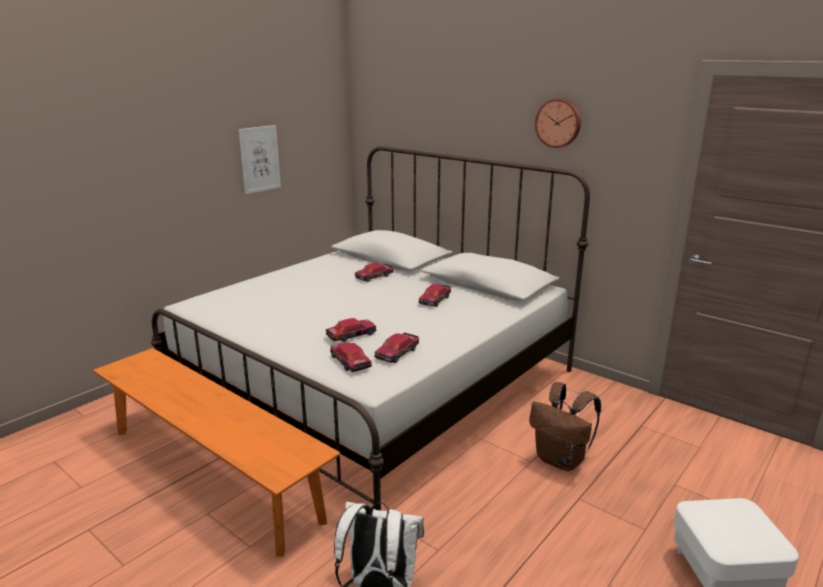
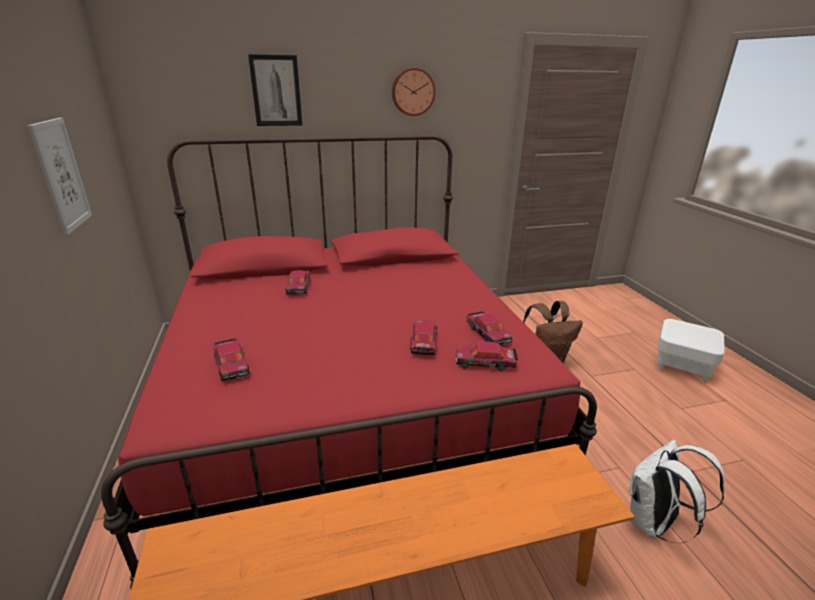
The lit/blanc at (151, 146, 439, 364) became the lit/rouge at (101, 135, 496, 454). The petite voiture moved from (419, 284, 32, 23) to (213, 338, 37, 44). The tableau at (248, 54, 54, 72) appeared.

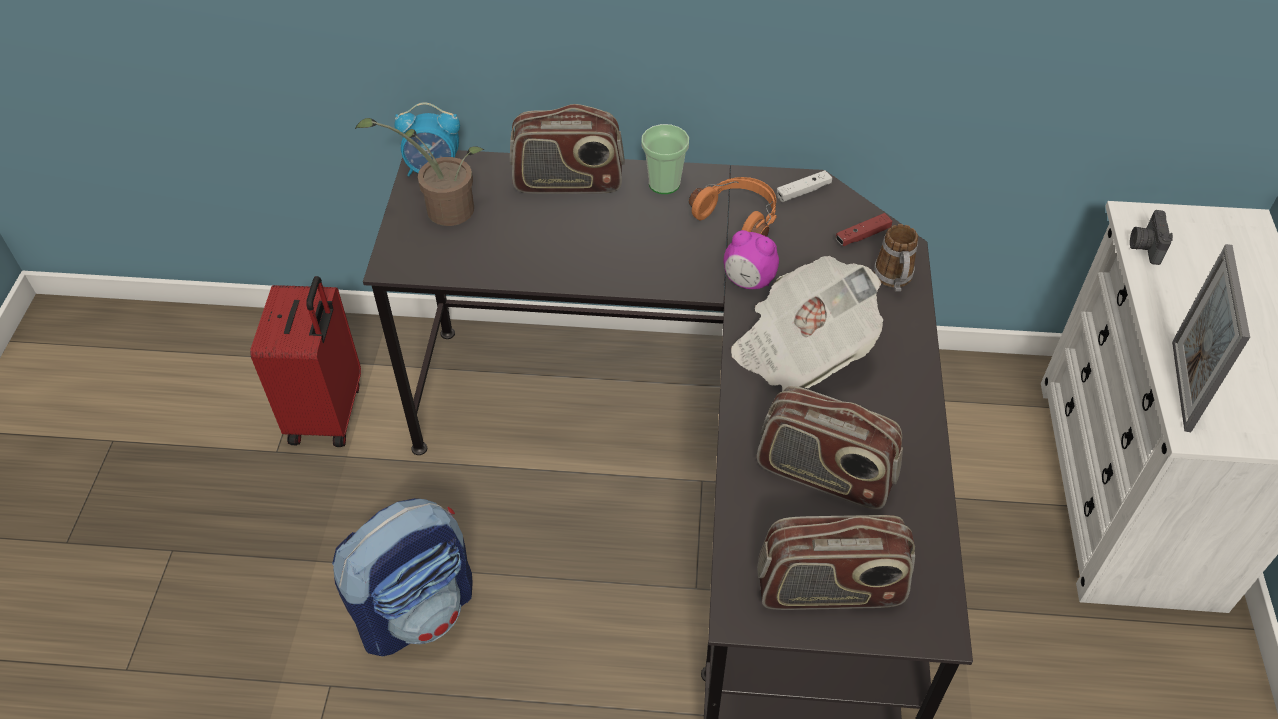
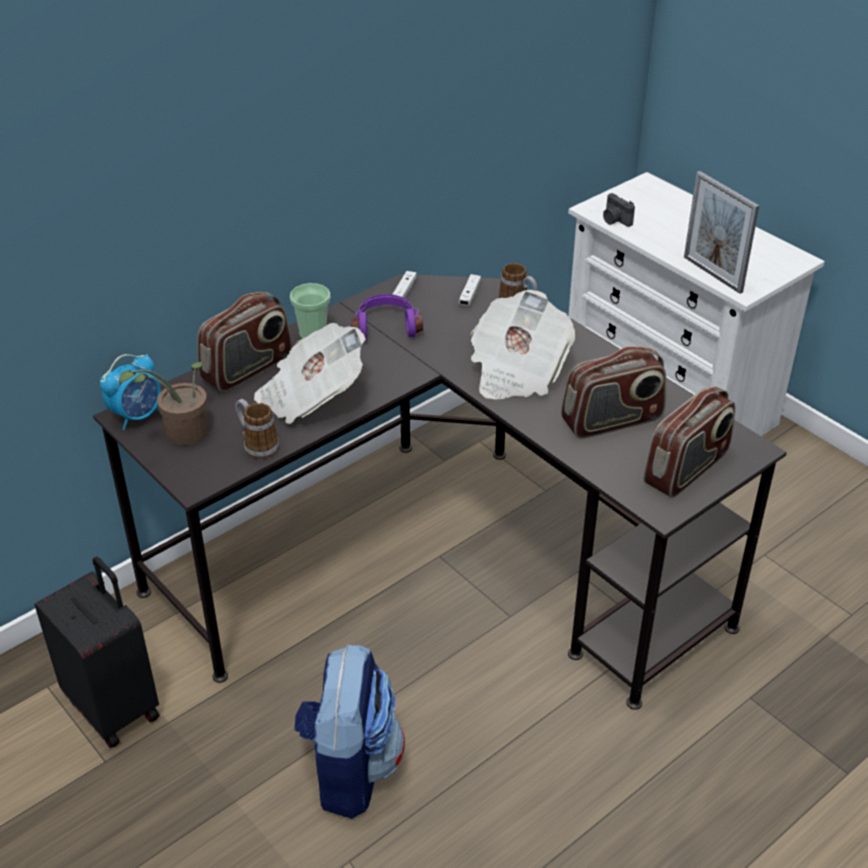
The valise/rouge at (250, 276, 111, 171) became the valise/noir at (35, 557, 124, 191). The casque audio/orange at (689, 177, 88, 60) became the casque audio/violet at (351, 294, 72, 47). The réveil at (723, 230, 56, 59) disappeared. The manette/rouge at (836, 213, 56, 33) became the manette/blanc at (459, 274, 22, 32). The mug at (235, 399, 44, 60) appeared. The journal at (254, 323, 112, 101) appeared.

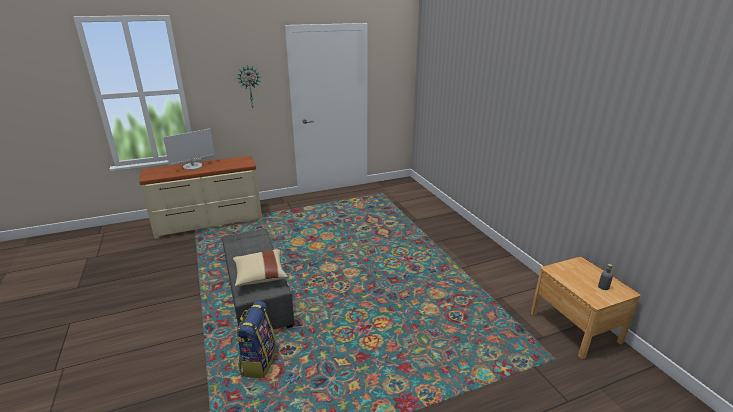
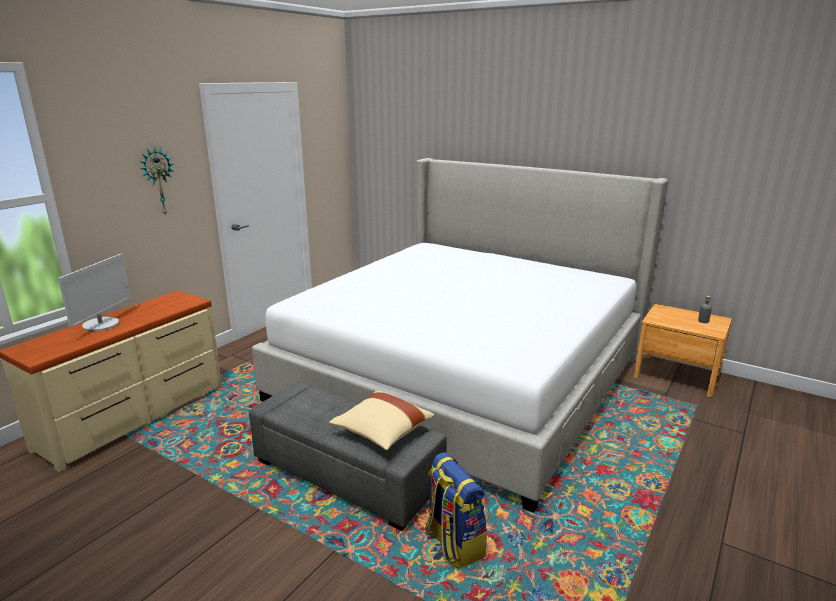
The lit at (252, 158, 416, 355) appeared.

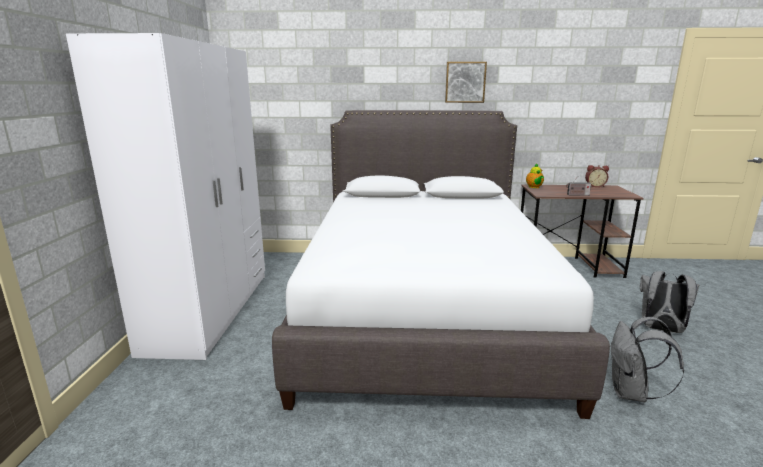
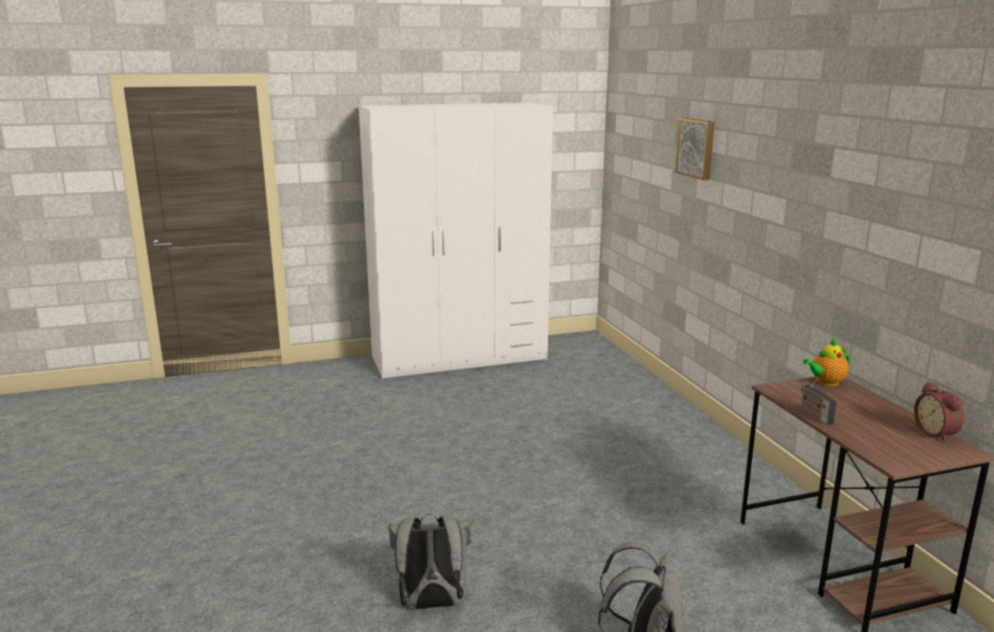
The lit/blanc at (272, 110, 338, 309) disappeared. The tableau moved from (445, 62, 42, 41) to (675, 118, 39, 62).

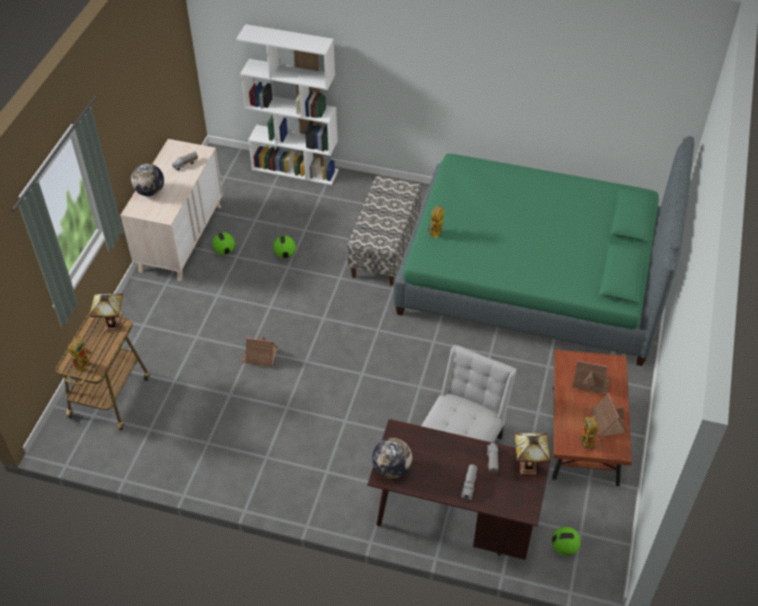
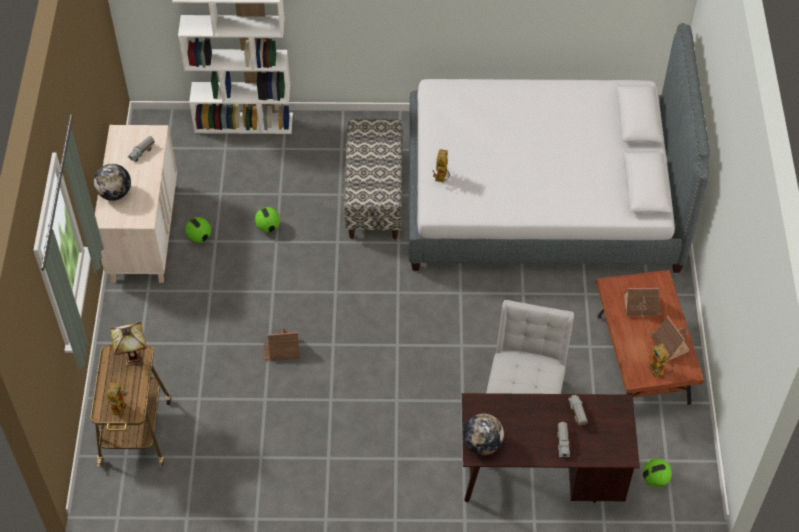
The lit/vert at (394, 136, 300, 230) became the lit/gris at (409, 23, 301, 250). The lampe de table at (514, 433, 36, 42) disappeared.

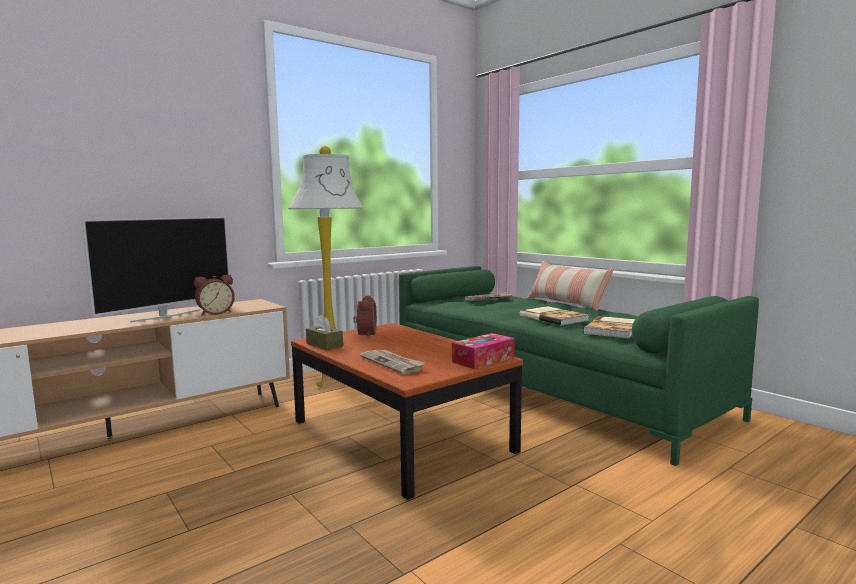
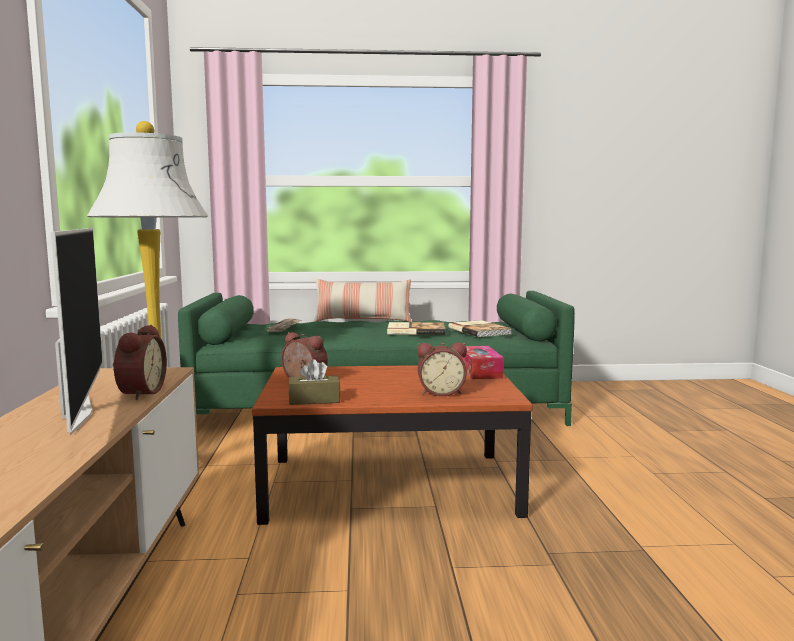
The journal at (360, 349, 65, 25) was replaced by the réveil at (417, 342, 50, 54).

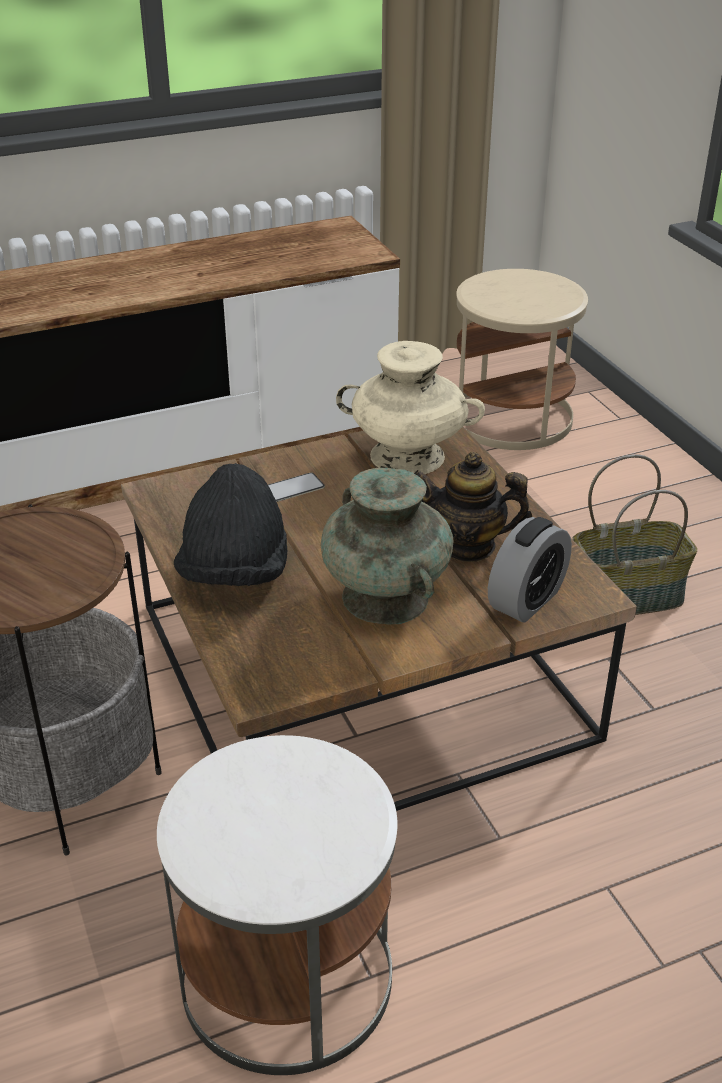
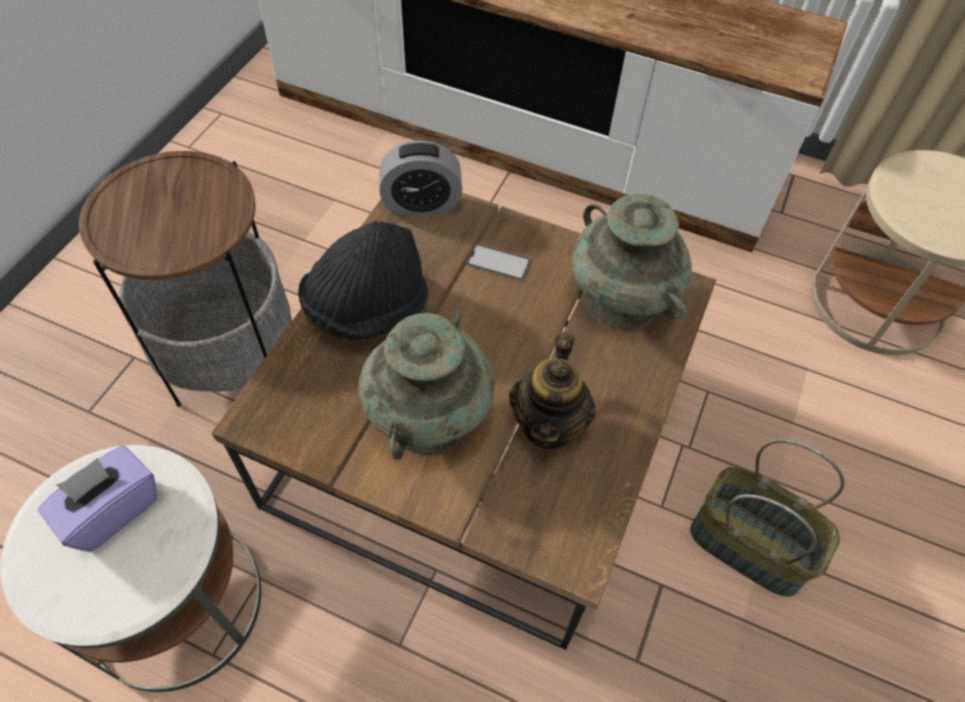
The vase/beige at (336, 341, 149, 133) became the vase/turquoise at (572, 194, 120, 136). The théière at (414, 452, 118, 110) turned 135 degrees counterclockwise. The réveil moved from (488, 517, 84, 106) to (379, 140, 83, 75). The boîte à mouchoirs/violet at (38, 446, 119, 106) appeared.

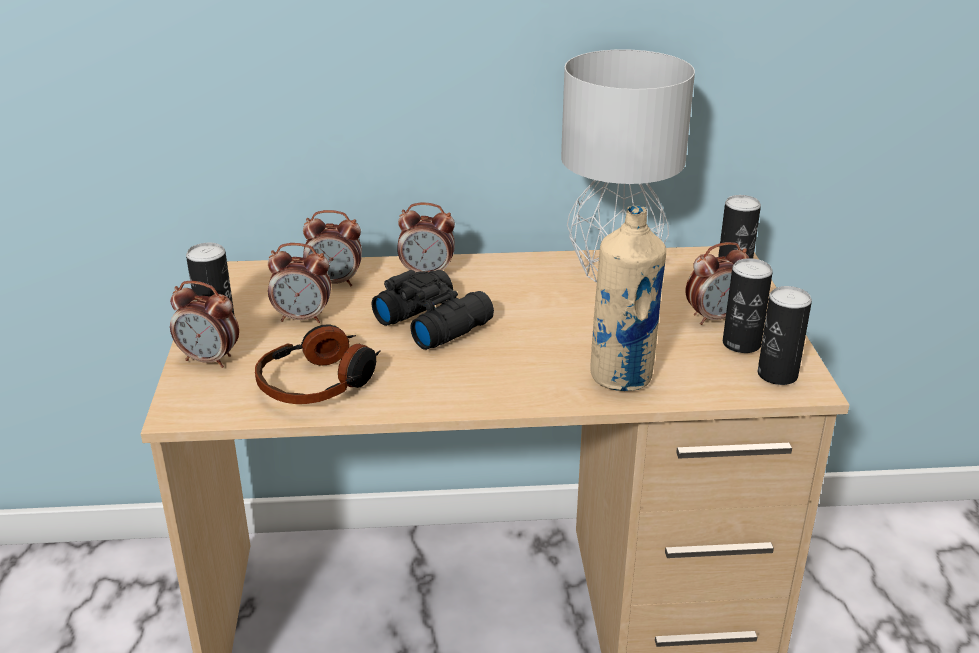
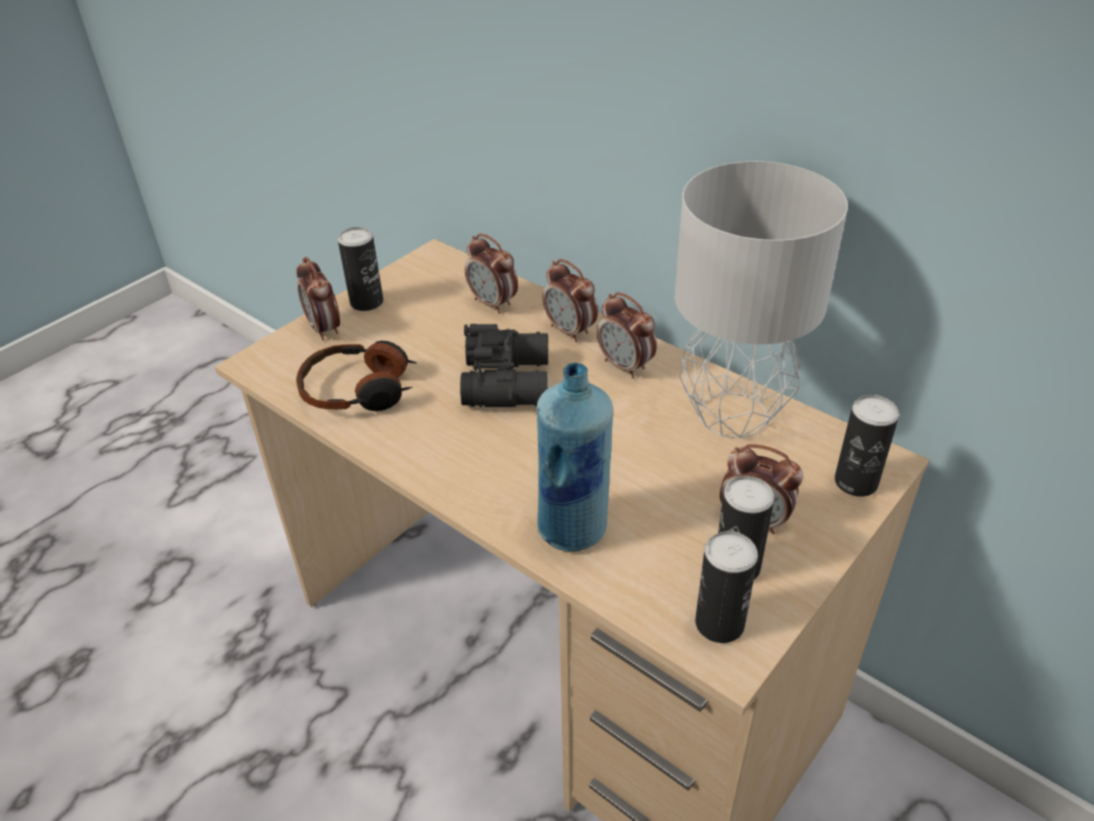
The réveil moved from (268, 243, 63, 80) to (597, 292, 60, 86). The bouteille/beige at (590, 205, 76, 186) became the bouteille/bleu at (537, 362, 76, 189).

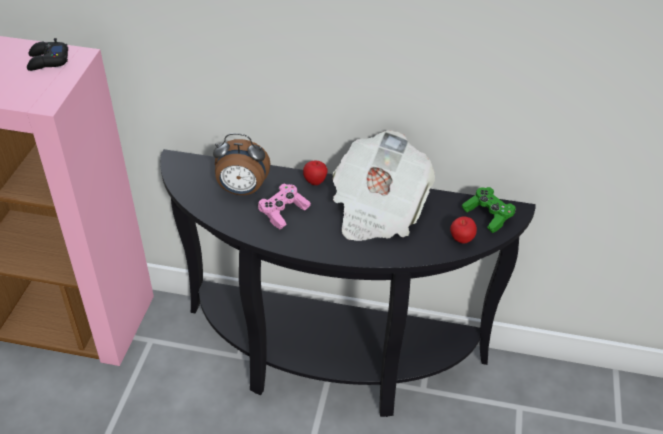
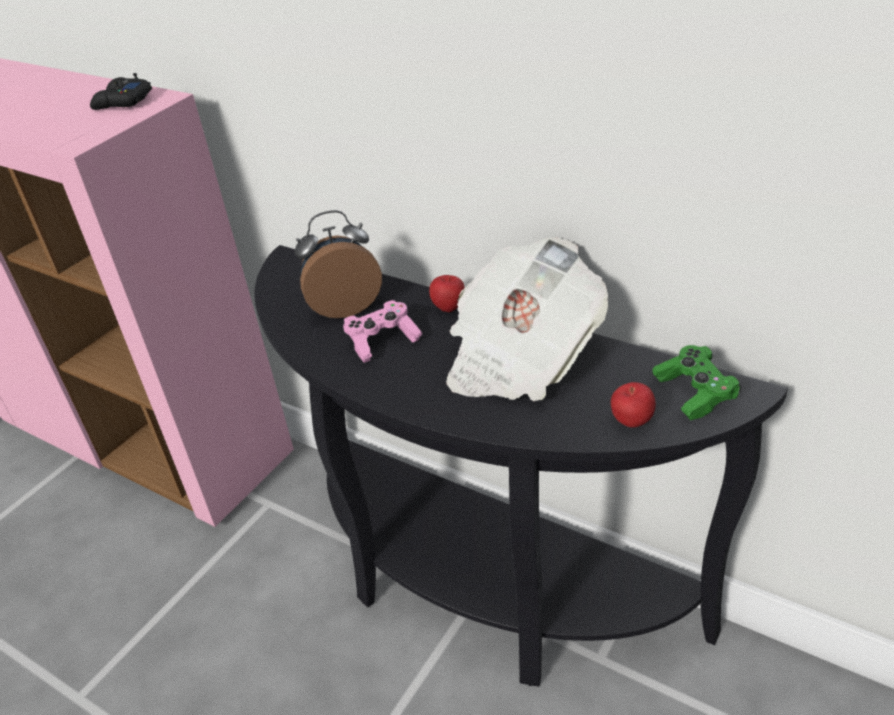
The réveil at (213, 133, 58, 62) turned 135 degrees clockwise.

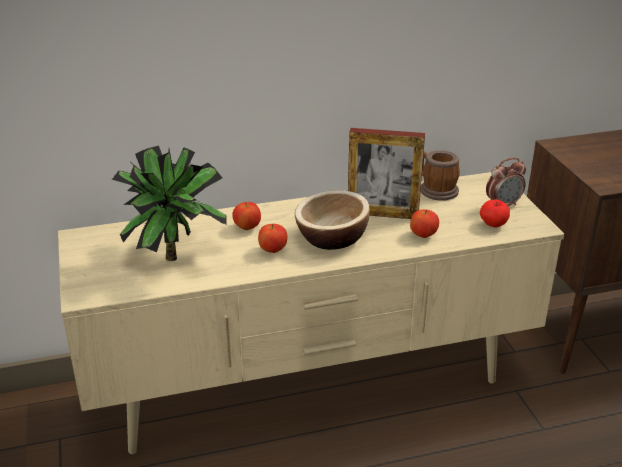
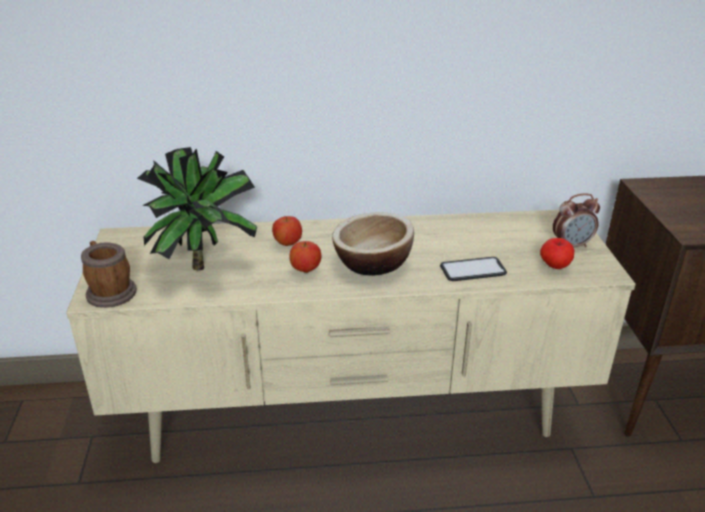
The cadre photo at (348, 128, 77, 91) disappeared. The pomme at (410, 210, 29, 28) was replaced by the téléphone at (440, 257, 67, 24). The mug moved from (421, 150, 39, 51) to (81, 241, 56, 67).

